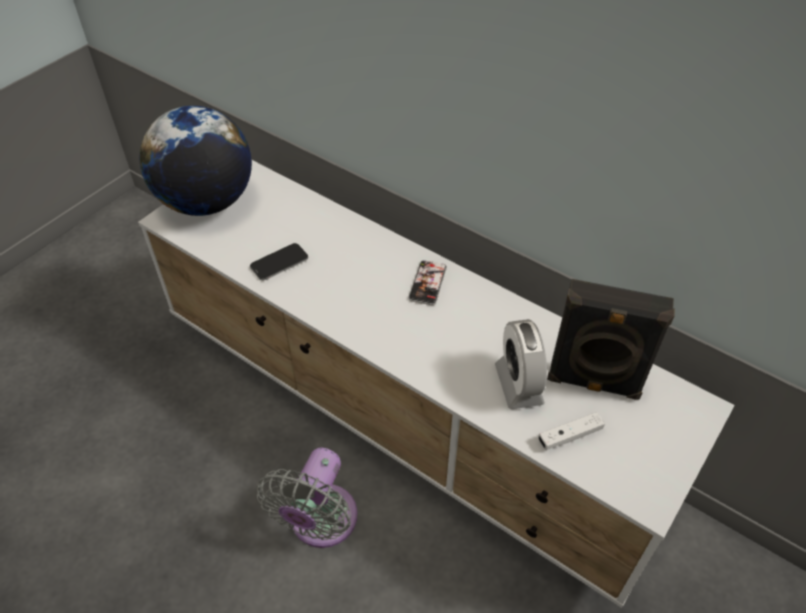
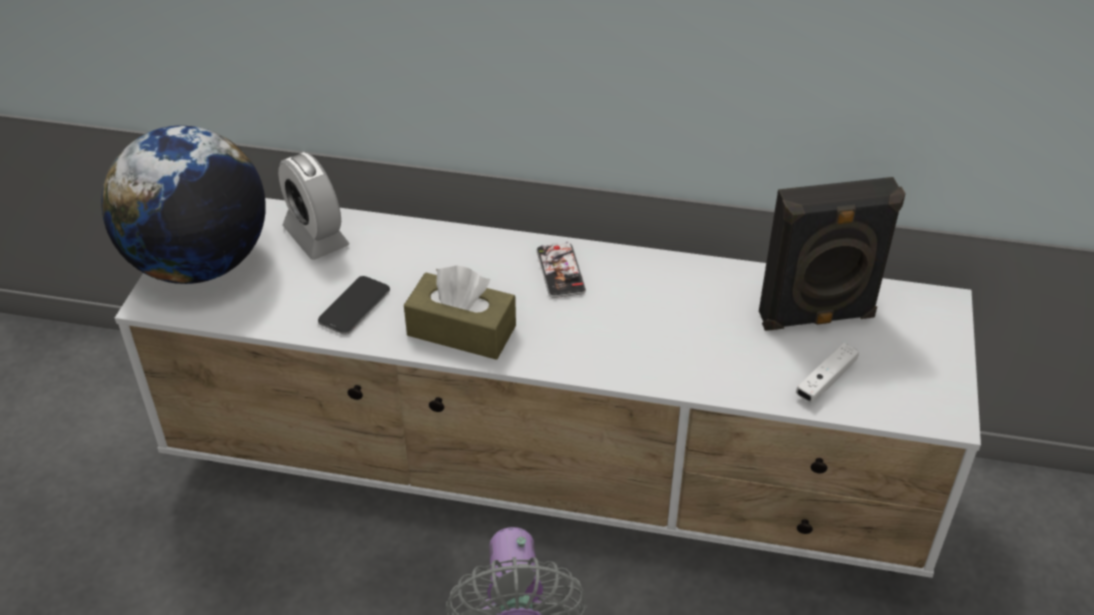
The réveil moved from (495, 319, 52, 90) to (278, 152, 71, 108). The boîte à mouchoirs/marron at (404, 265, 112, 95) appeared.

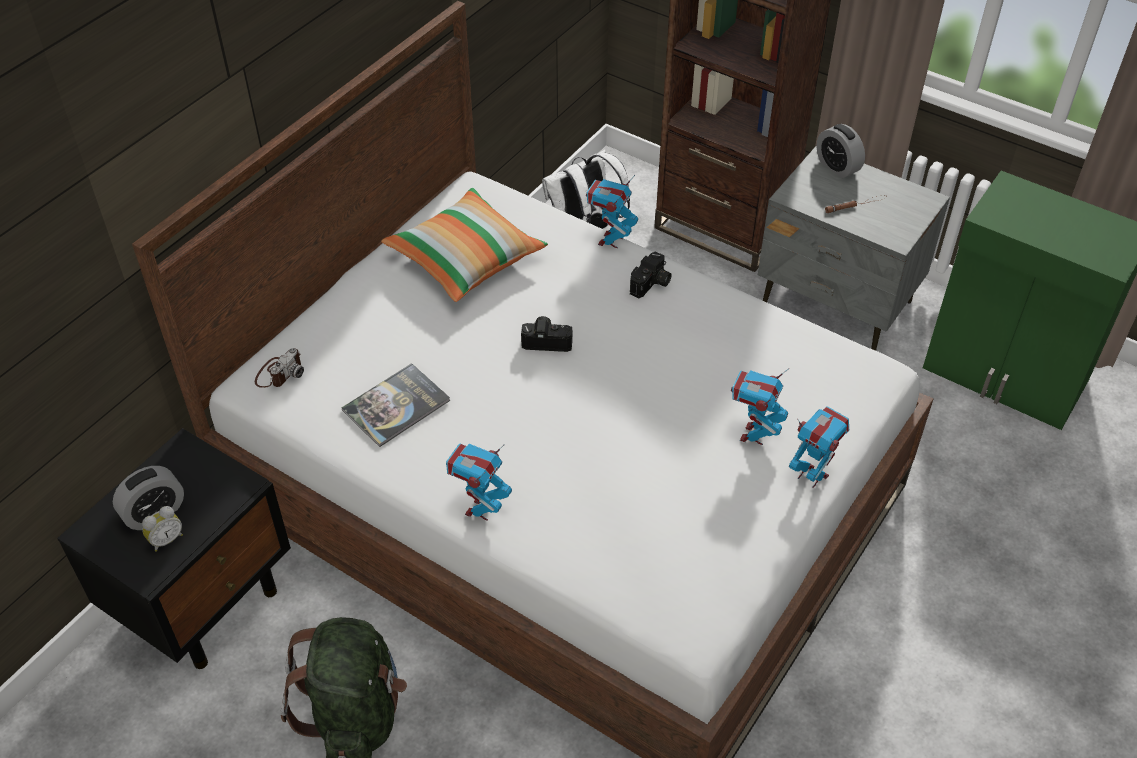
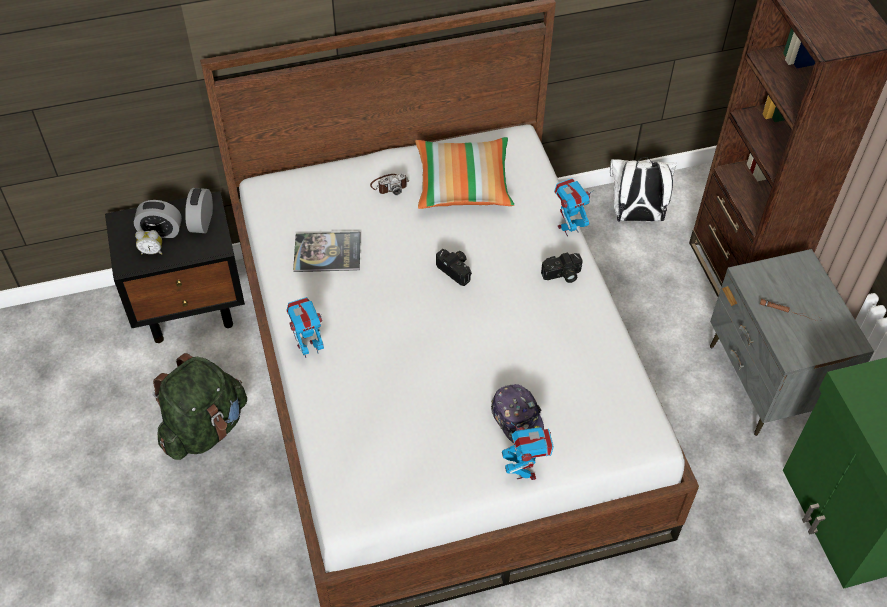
The appareil photo moved from (255, 348, 49, 40) to (370, 174, 39, 21). The robot jouet at (731, 369, 58, 76) was replaced by the casquette at (491, 384, 53, 58). The réveil moved from (817, 124, 48, 54) to (185, 188, 28, 45).

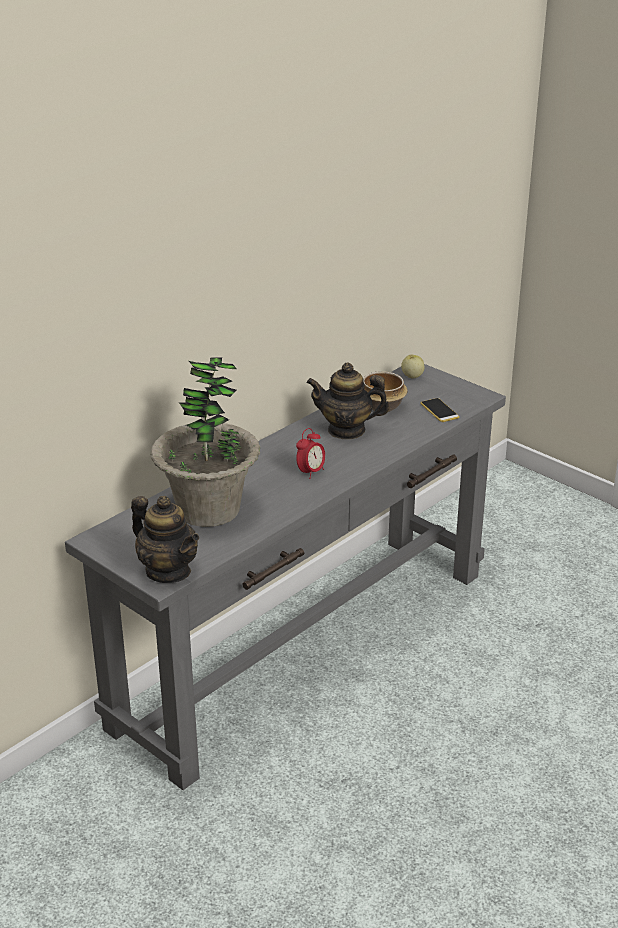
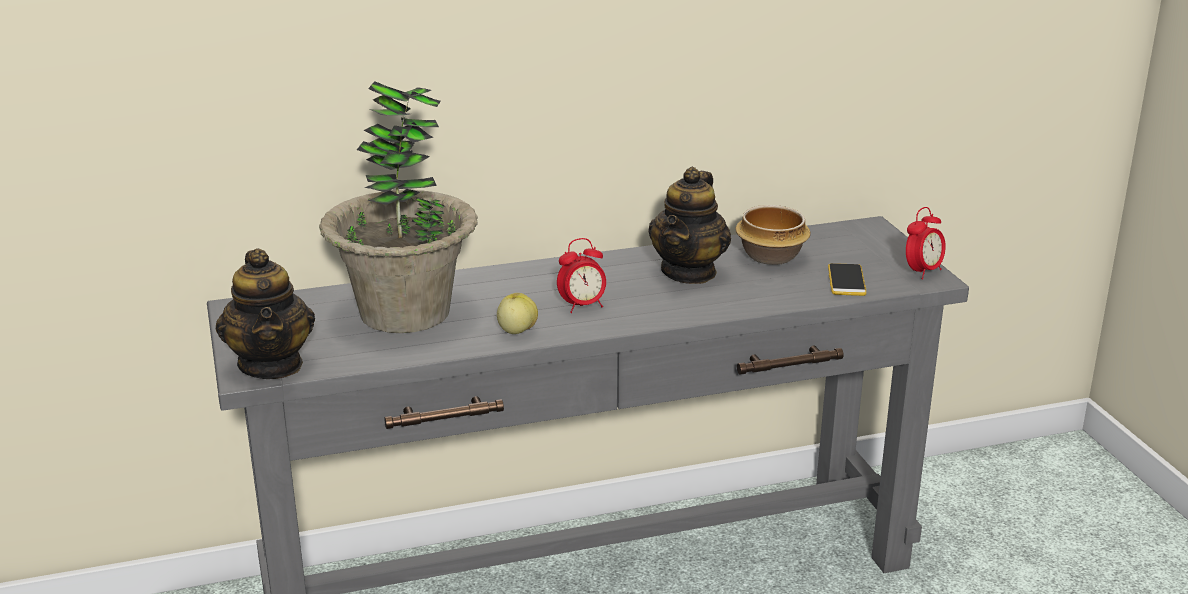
The théière at (307, 362, 83, 77) turned 105 degrees counterclockwise. The pomme moved from (401, 355, 23, 23) to (497, 293, 41, 41). The réveil at (906, 207, 40, 72) appeared.

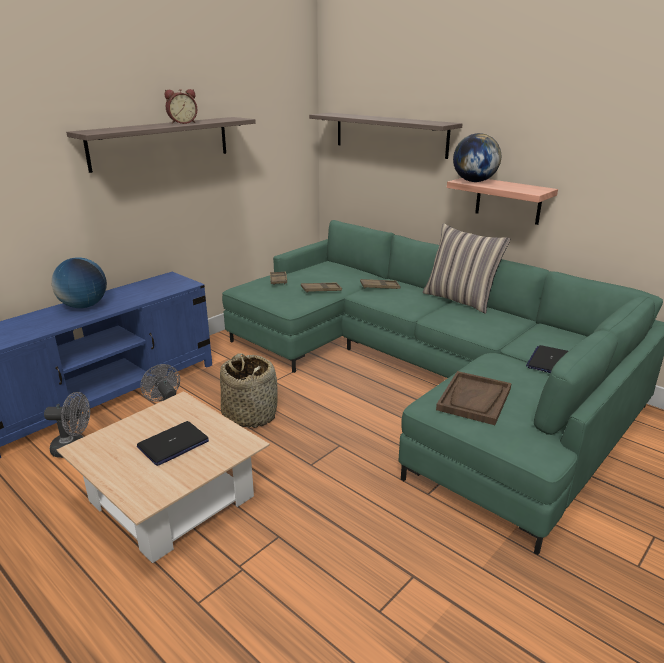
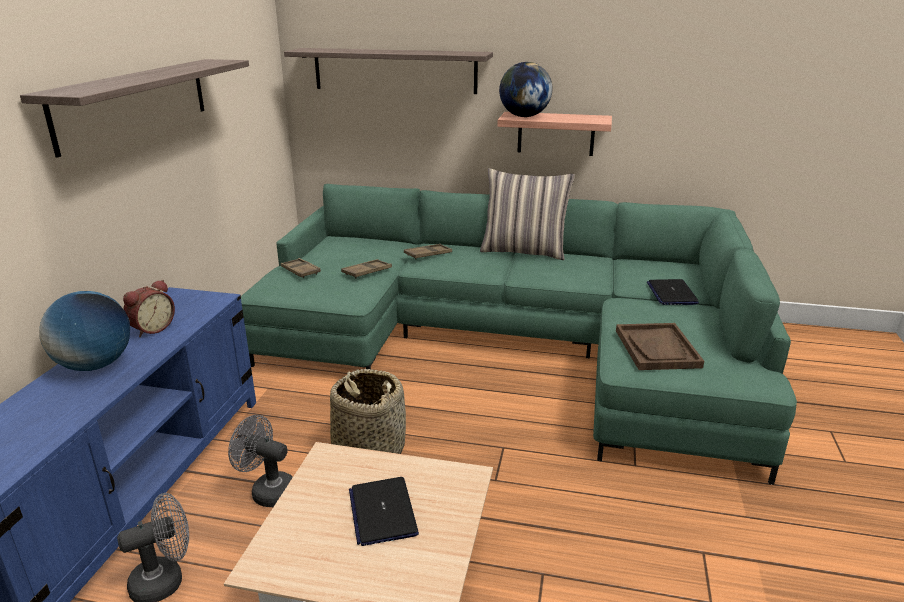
The ordinateur portable at (137, 421, 72, 45) turned 150 degrees clockwise. The réveil moved from (165, 89, 32, 35) to (123, 280, 52, 57).

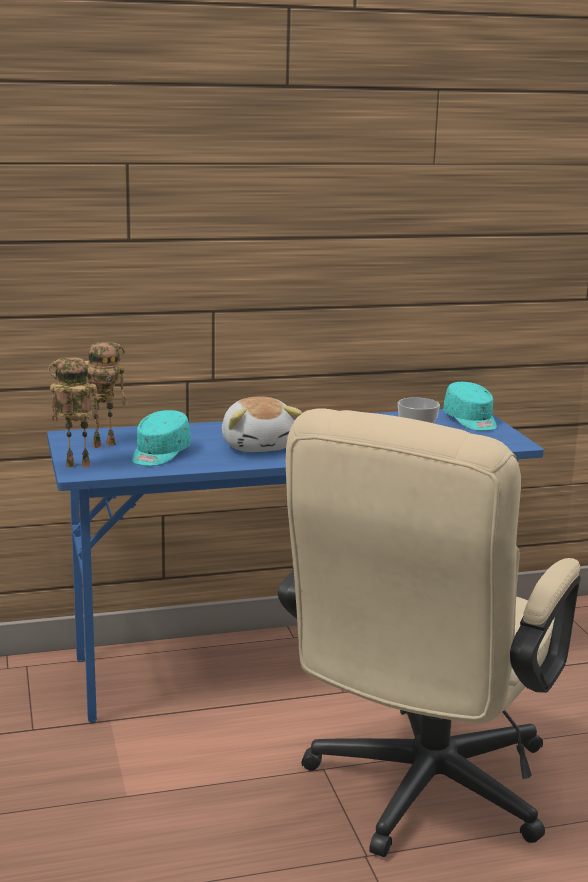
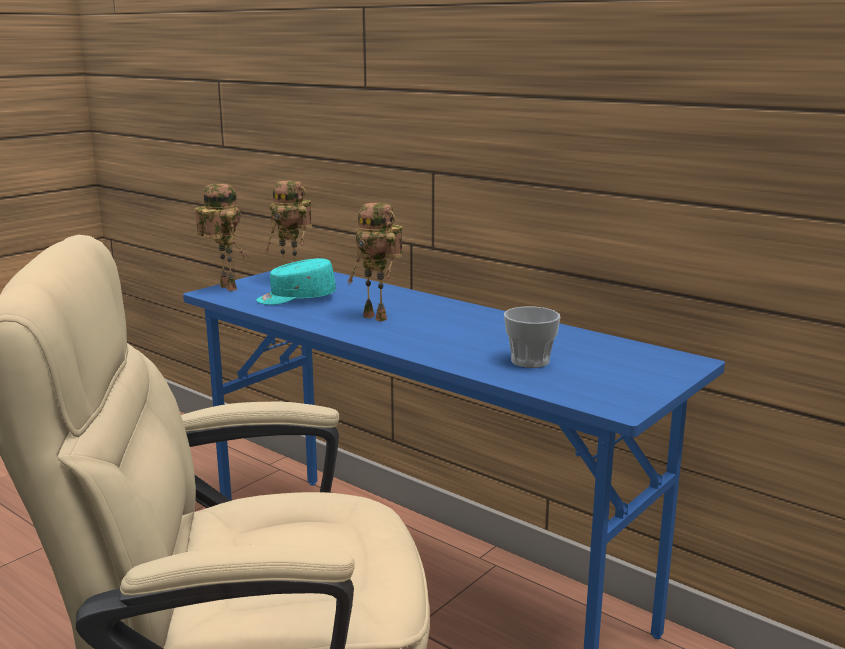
The peluche at (222, 396, 81, 56) was replaced by the robot jouet at (347, 203, 56, 119). The casquette/turquoise at (443, 382, 54, 49) disappeared.

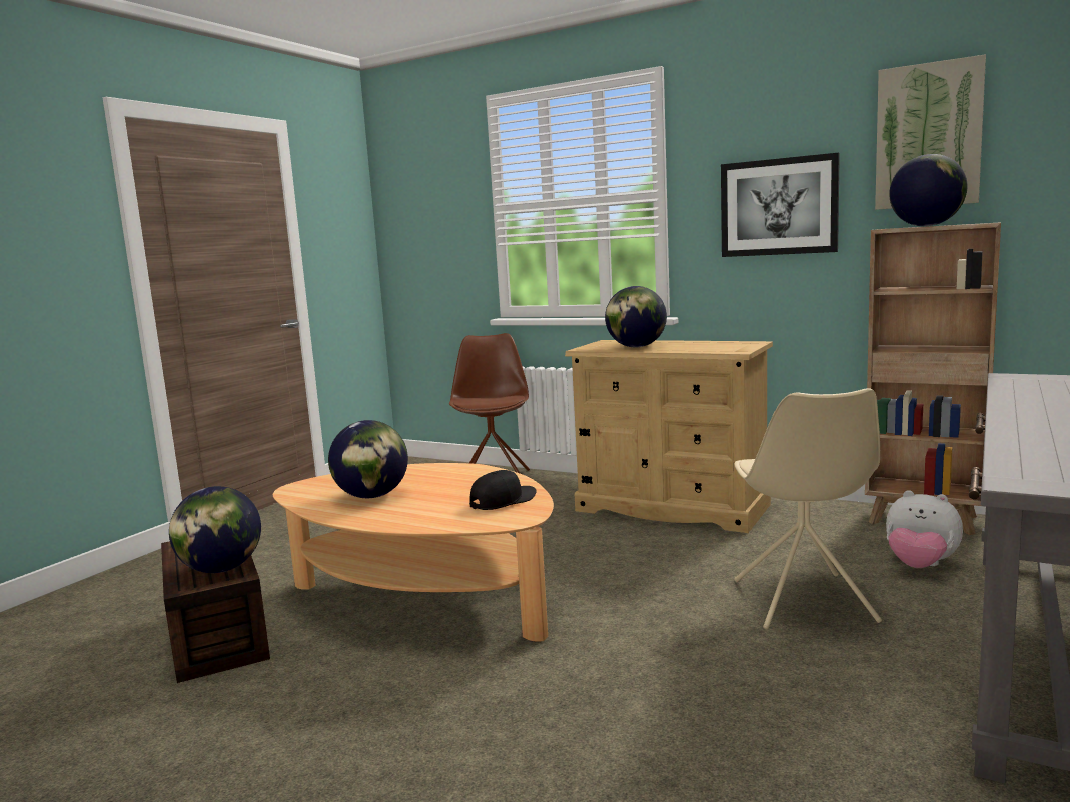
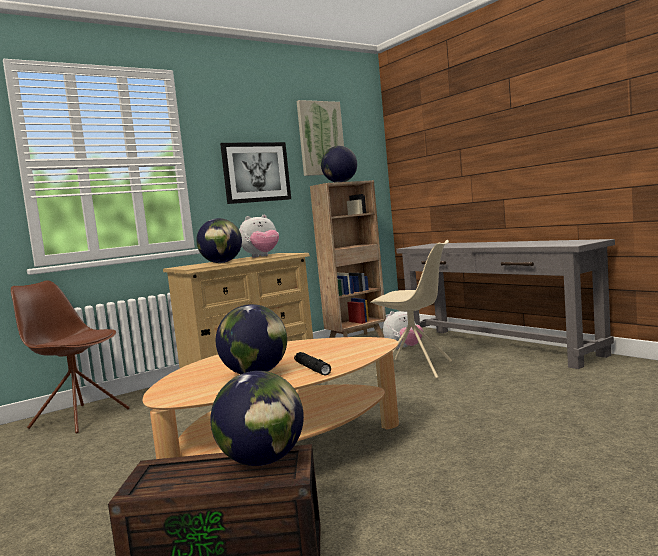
The casquette/noir at (469, 470, 67, 40) disappeared. The peluche at (239, 214, 40, 44) appeared. The lampe de poche/noir at (294, 352, 37, 24) appeared.

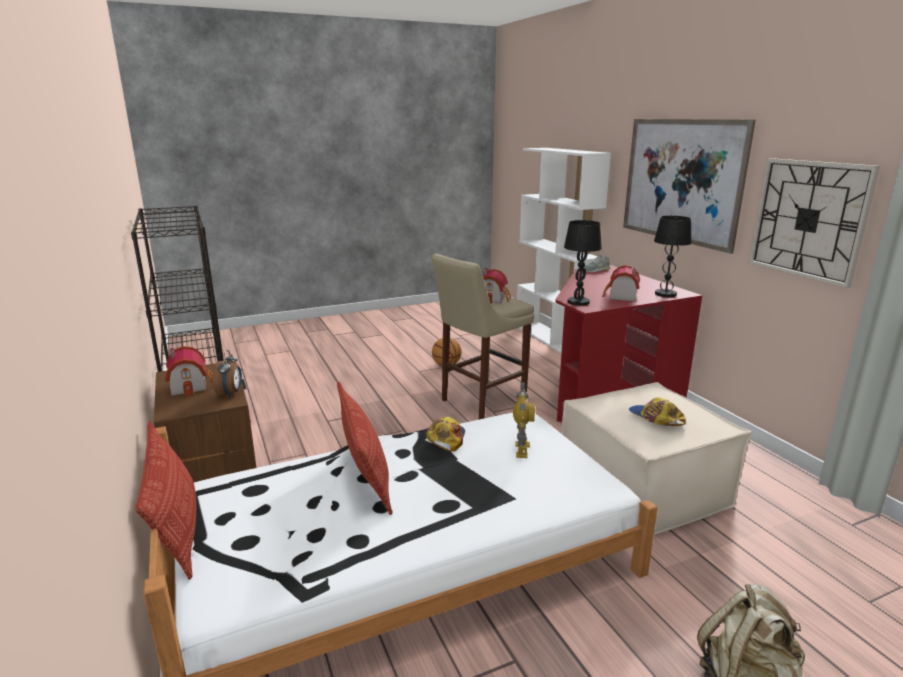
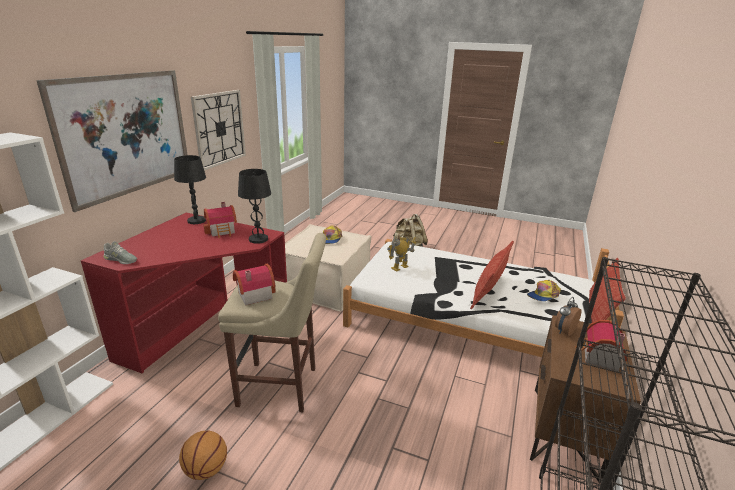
The casquette moved from (426, 417, 39, 35) to (527, 280, 34, 21).

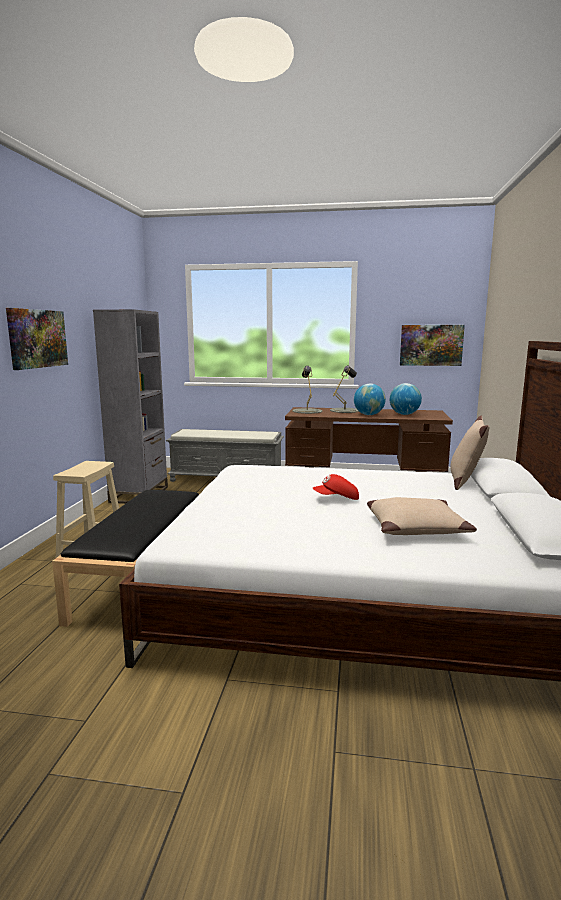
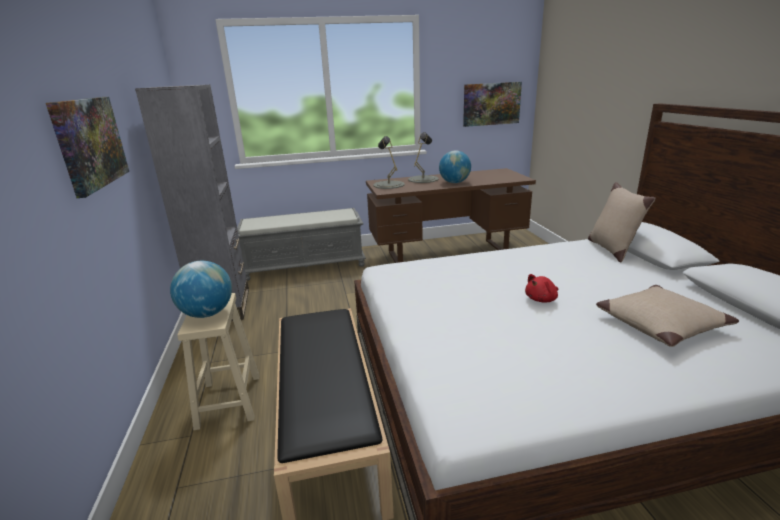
The casquette/rouge at (313, 474, 46, 26) was replaced by the peluche/rouge at (525, 274, 33, 29). The globe moved from (390, 383, 32, 32) to (170, 261, 62, 57).

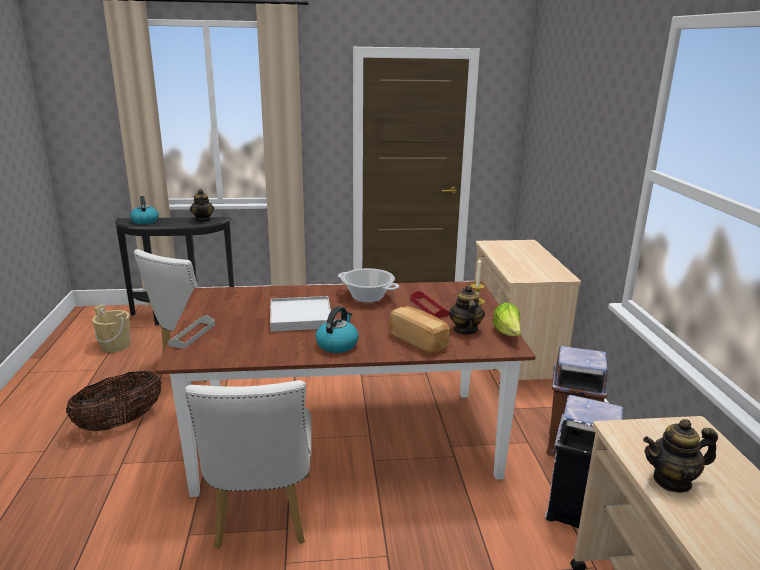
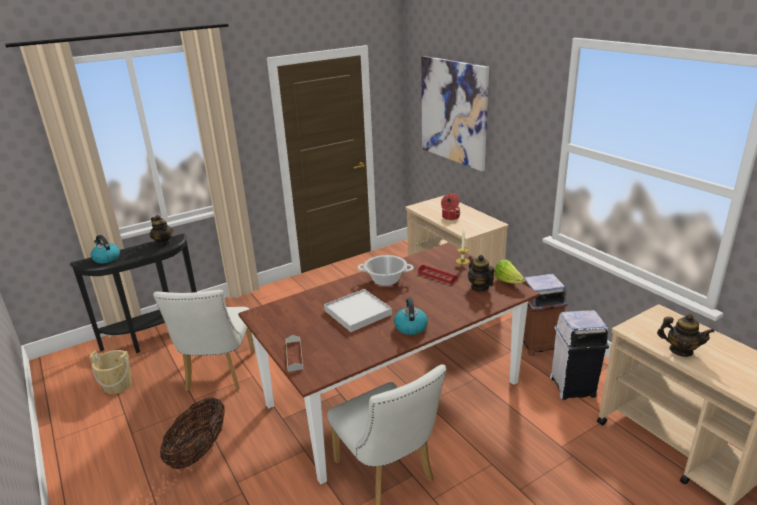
The pain at (389, 306, 61, 48) disappeared. The théière at (643, 419, 75, 74) turned 120 degrees counterclockwise. The tableau at (421, 56, 68, 115) appeared. The marmite at (441, 193, 20, 27) appeared.

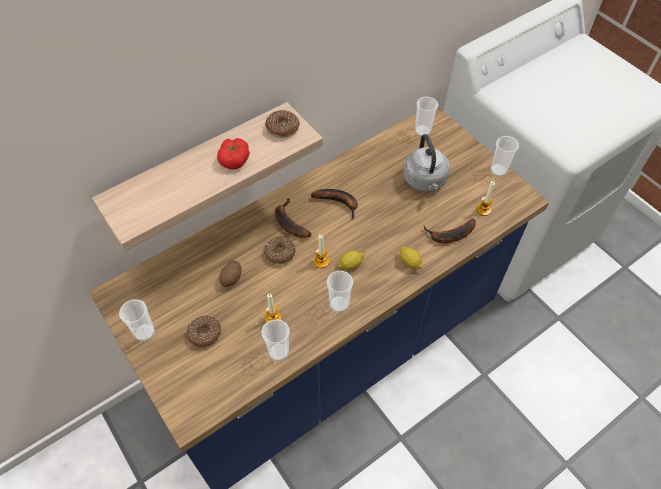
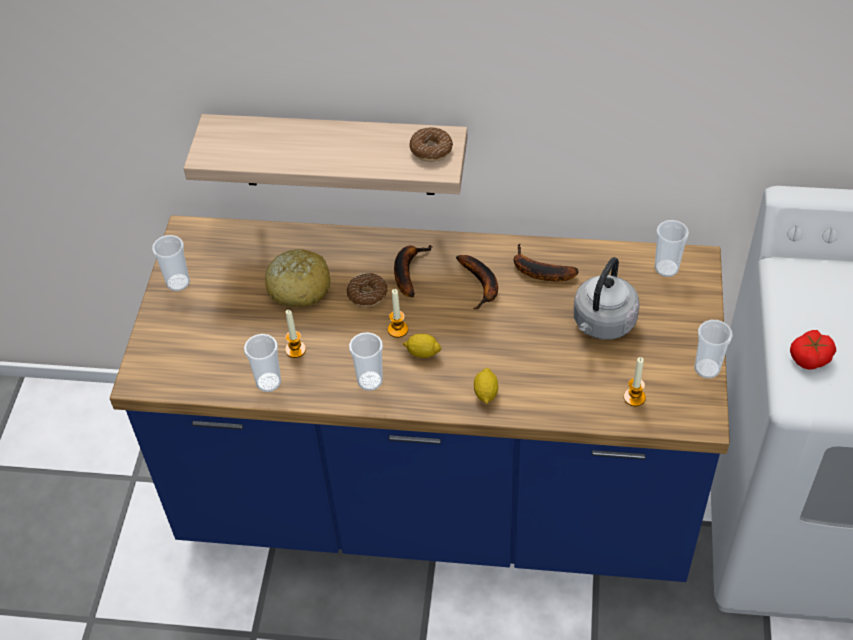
The beignet at (186, 316, 35, 32) disappeared. The tomate moved from (217, 138, 33, 31) to (790, 330, 46, 40). The pomme de terre at (219, 260, 22, 27) was replaced by the pain at (265, 249, 65, 58). The banane moved from (423, 219, 53, 24) to (514, 244, 65, 38).

